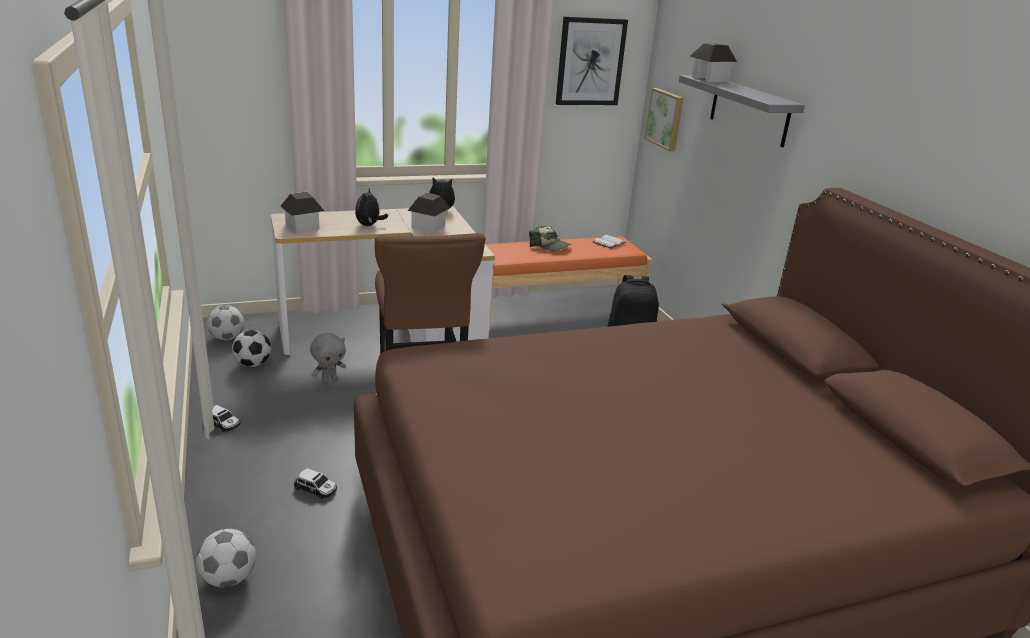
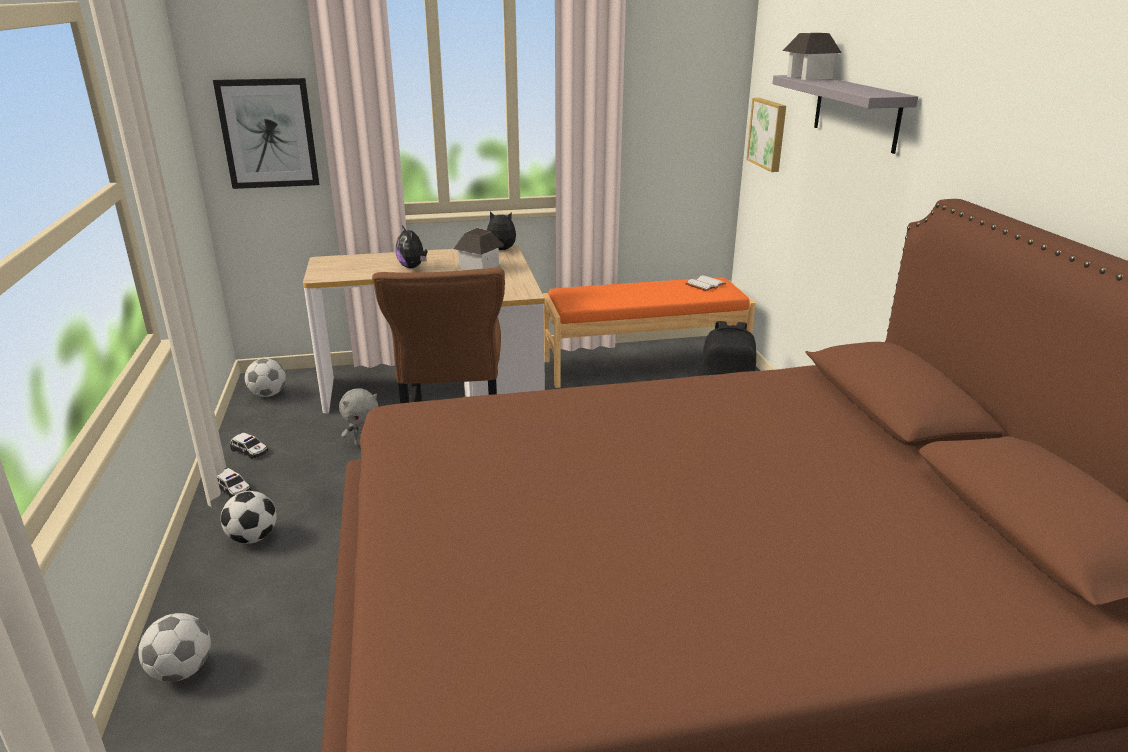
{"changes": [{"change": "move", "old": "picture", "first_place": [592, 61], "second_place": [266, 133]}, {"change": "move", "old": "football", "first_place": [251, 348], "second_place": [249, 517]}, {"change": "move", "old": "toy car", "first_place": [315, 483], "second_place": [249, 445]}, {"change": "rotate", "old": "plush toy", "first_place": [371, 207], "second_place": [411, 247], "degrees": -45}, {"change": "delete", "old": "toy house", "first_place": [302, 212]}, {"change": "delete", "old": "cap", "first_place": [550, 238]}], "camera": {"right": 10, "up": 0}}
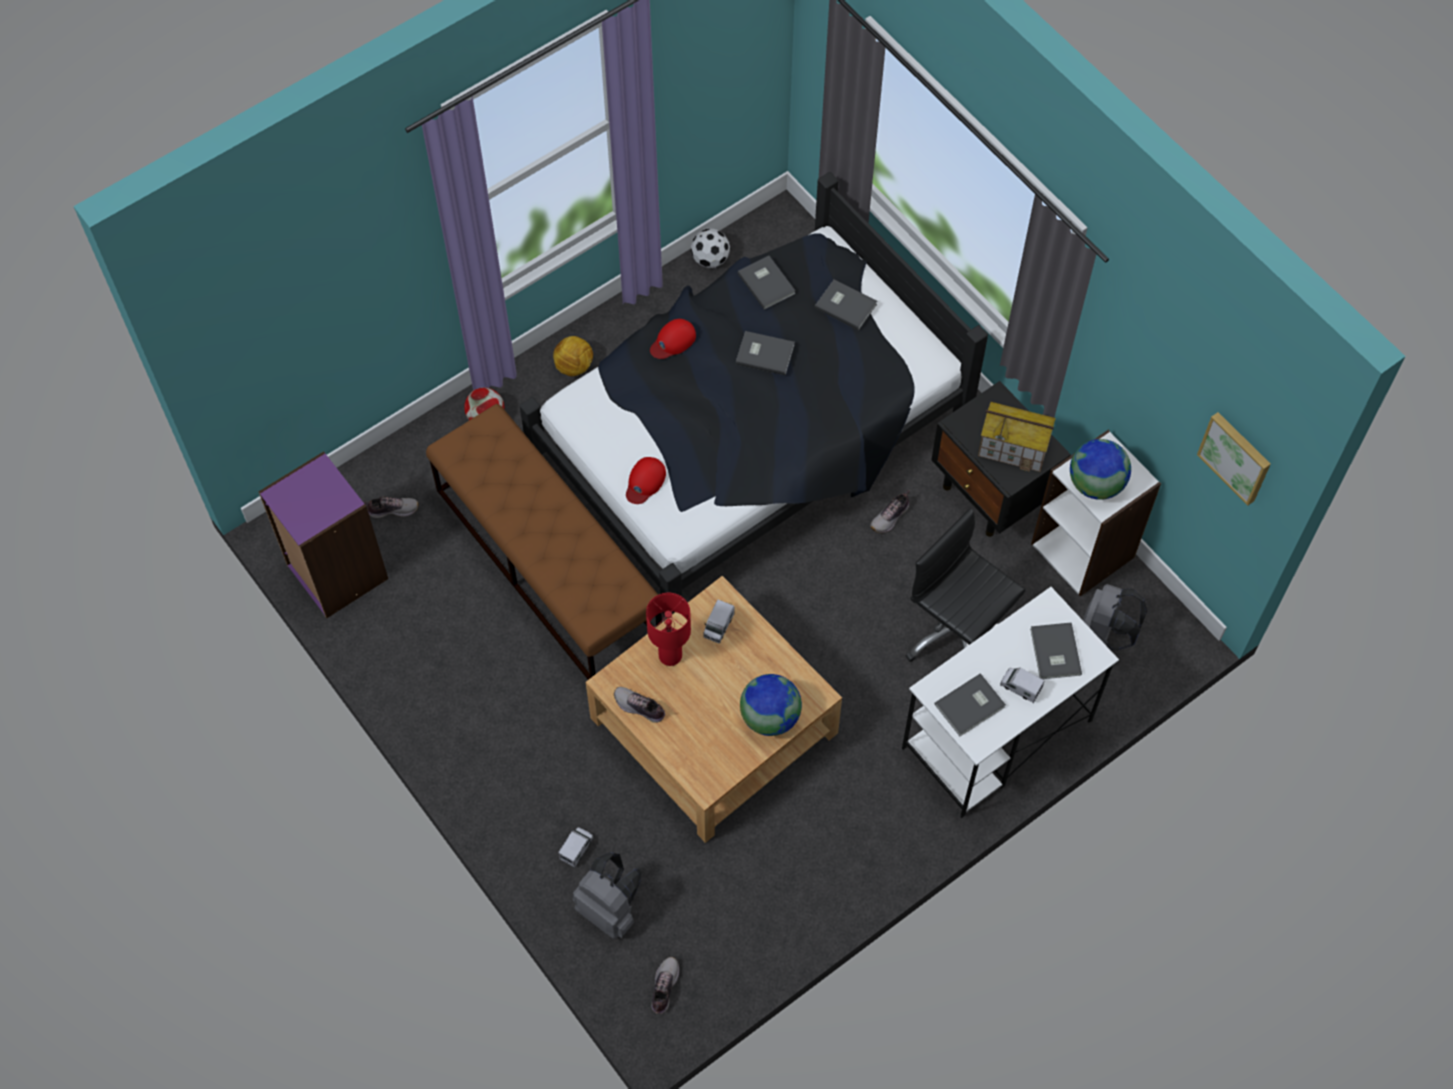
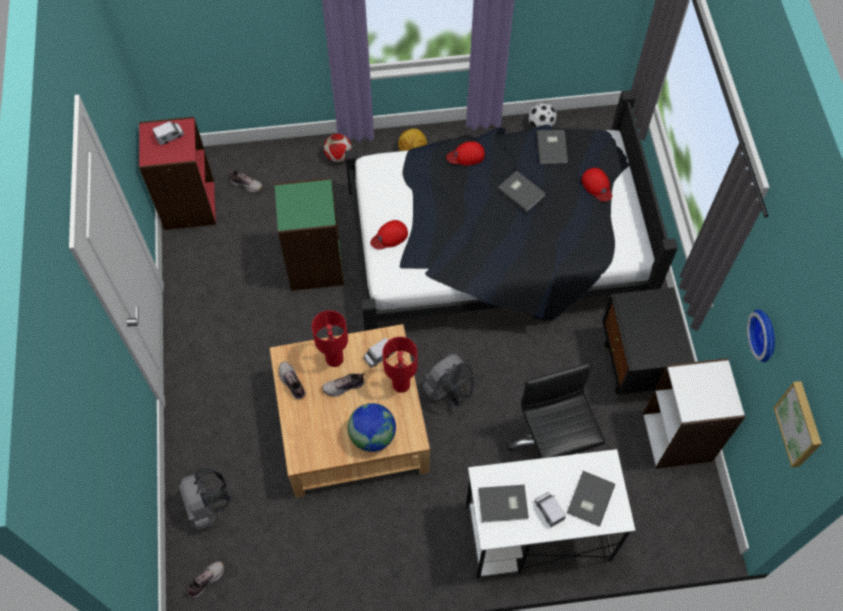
{"changes": [{"change": "recolor", "old": "purple bookcase", "new": "red bookcase", "first_place": [323, 535], "second_place": [177, 173]}, {"change": "move", "old": "toy truck", "first_place": [576, 847], "second_place": [168, 133]}, {"change": "replace", "old": "brown bench", "new": "green bookcase", "first_place": [544, 542], "second_place": [309, 234]}, {"change": "move", "old": "shoe", "first_place": [890, 511], "second_place": [343, 385]}, {"change": "insert", "new": "red table lamp", "second_place": [400, 365]}, {"change": "move", "old": "grey backpack", "first_place": [1115, 617], "second_place": [448, 380]}, {"change": "replace", "old": "grey book", "new": "red cap", "first_place": [846, 304], "second_place": [597, 185]}, {"change": "insert", "new": "wall clock", "second_place": [761, 335]}, {"change": "delete", "old": "toy house", "first_place": [1017, 437]}, {"change": "delete", "old": "globe", "first_place": [1100, 469]}], "camera": {"right": 30, "up": 0}}
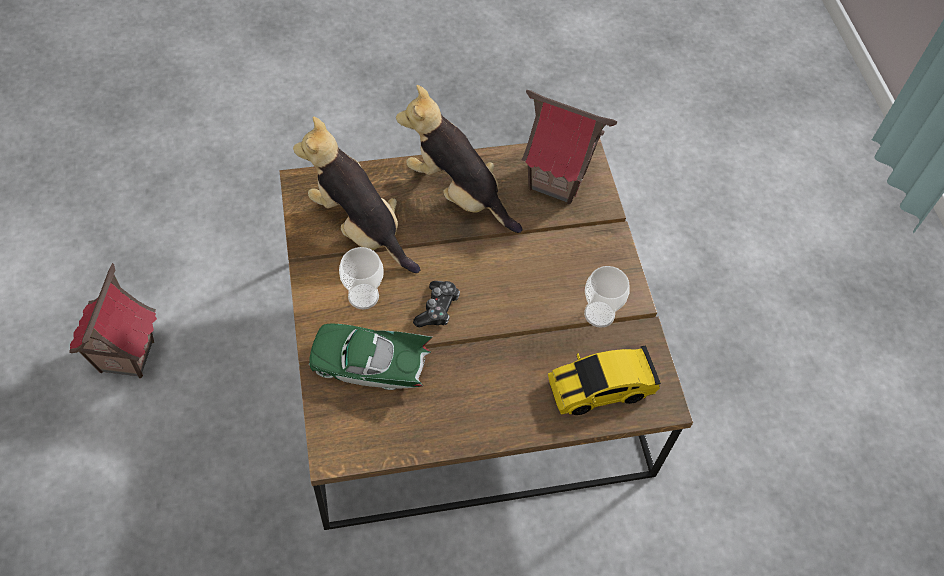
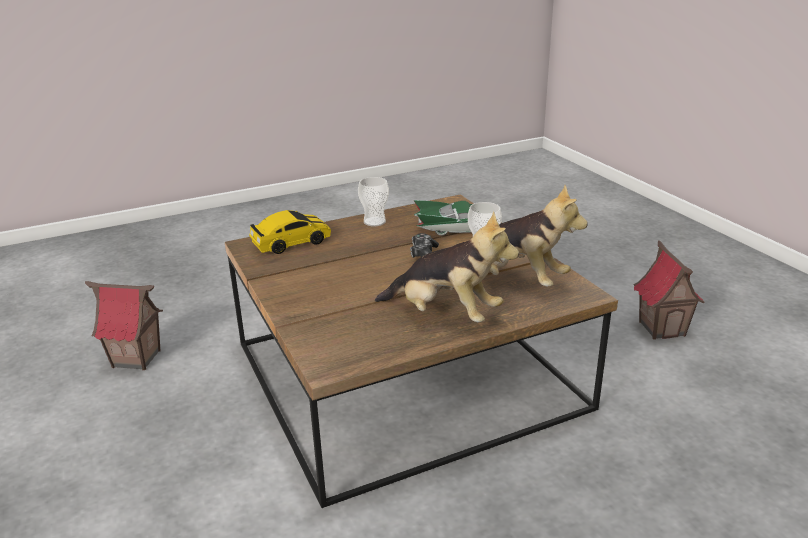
{"changes": [{"change": "move", "old": "toy house", "first_place": [569, 147], "second_place": [124, 325]}, {"change": "move", "old": "cup", "first_place": [607, 297], "second_place": [373, 201]}], "camera": {"right": 170, "up": -30}}
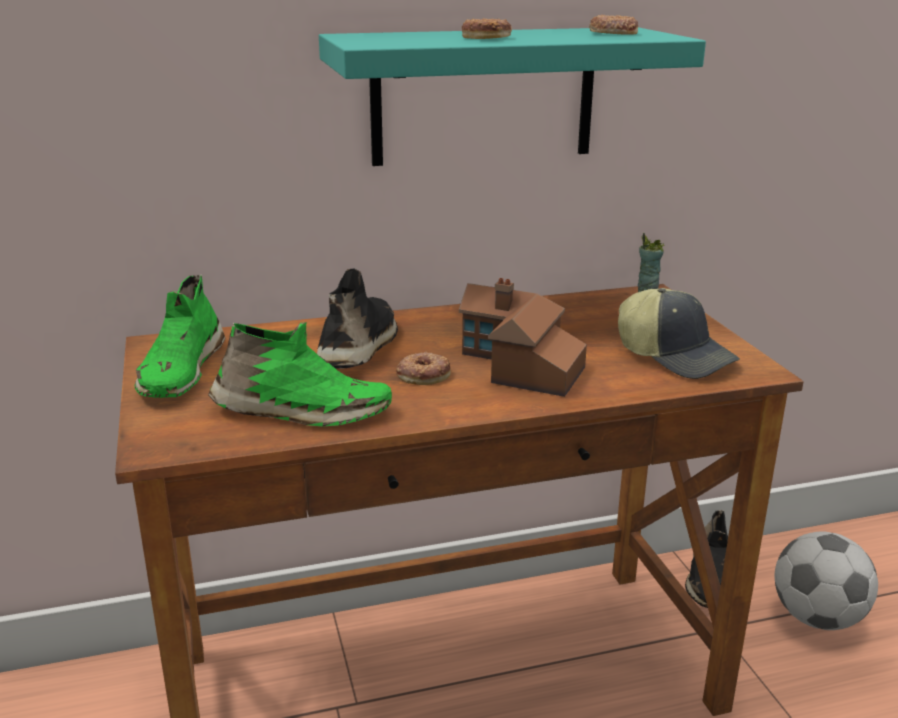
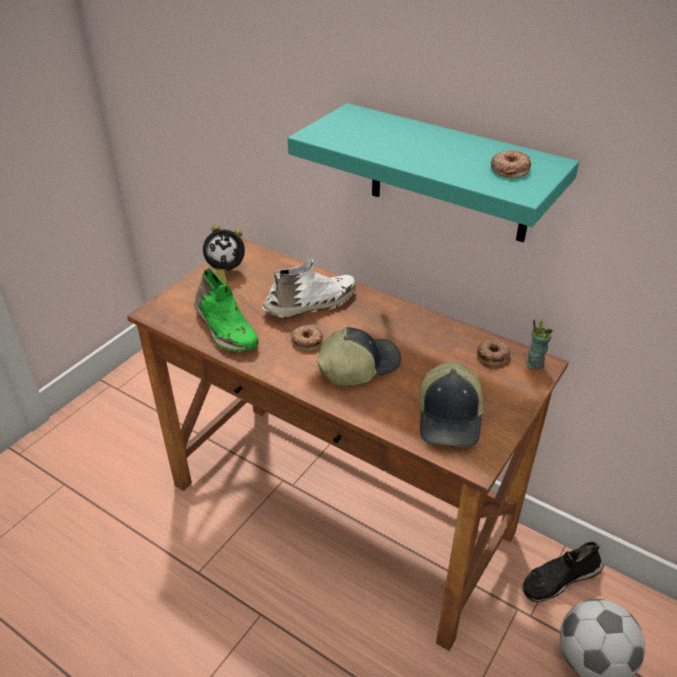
{"changes": [{"change": "replace", "old": "green shoe", "new": "alarm clock", "first_place": [180, 336], "second_place": [224, 255]}, {"change": "recolor", "old": "black shoe", "new": "white shoe", "first_place": [357, 319], "second_place": [308, 288]}, {"change": "replace", "old": "toy house", "new": "cap", "first_place": [523, 337], "second_place": [359, 356]}, {"change": "move", "old": "donut", "first_place": [487, 28], "second_place": [493, 352]}], "camera": {"right": 50, "up": 15}}
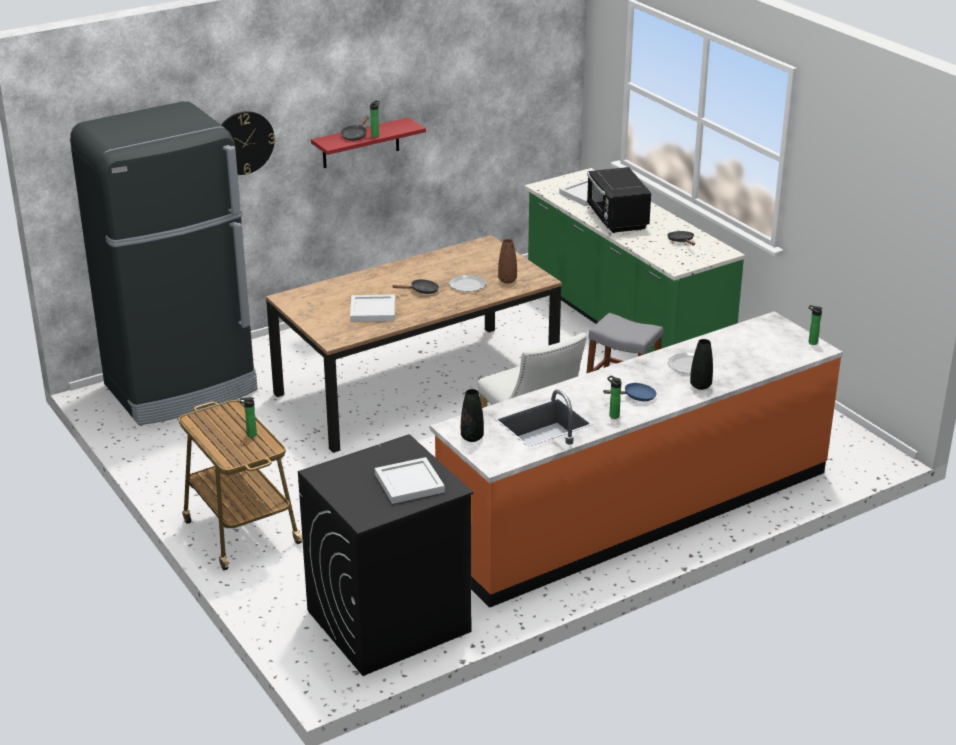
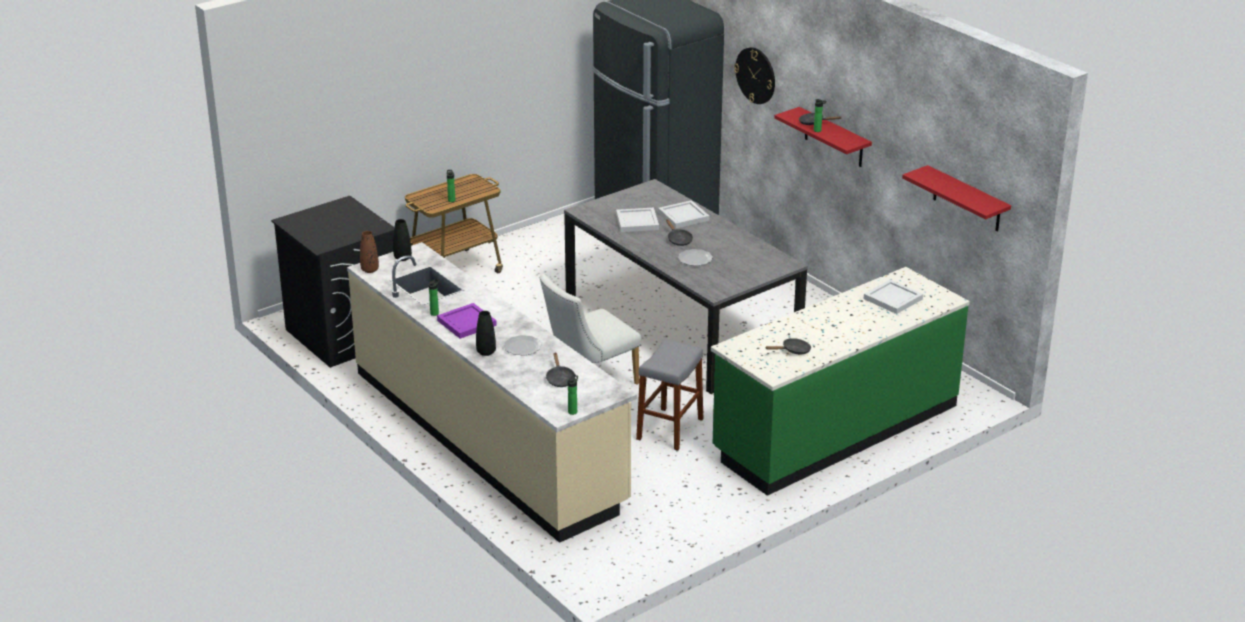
{"changes": [{"change": "recolor", "old": "orange counter", "new": "beige counter", "first_place": [636, 459], "second_place": [492, 392]}, {"change": "move", "old": "brown vase", "first_place": [507, 261], "second_place": [369, 252]}, {"change": "replace", "old": "blue frying pan", "new": "purple tray", "first_place": [630, 392], "second_place": [467, 321]}, {"change": "insert", "new": "black frying pan", "second_place": [561, 370]}, {"change": "recolor", "old": "brown dining table", "new": "grey dining table", "first_place": [414, 344], "second_place": [686, 286]}, {"change": "move", "old": "white tray", "first_place": [410, 480], "second_place": [683, 214]}, {"change": "insert", "new": "red shelf", "second_place": [956, 198]}, {"change": "delete", "old": "black microwave", "first_place": [619, 200]}], "camera": {"right": 85, "up": 0}}
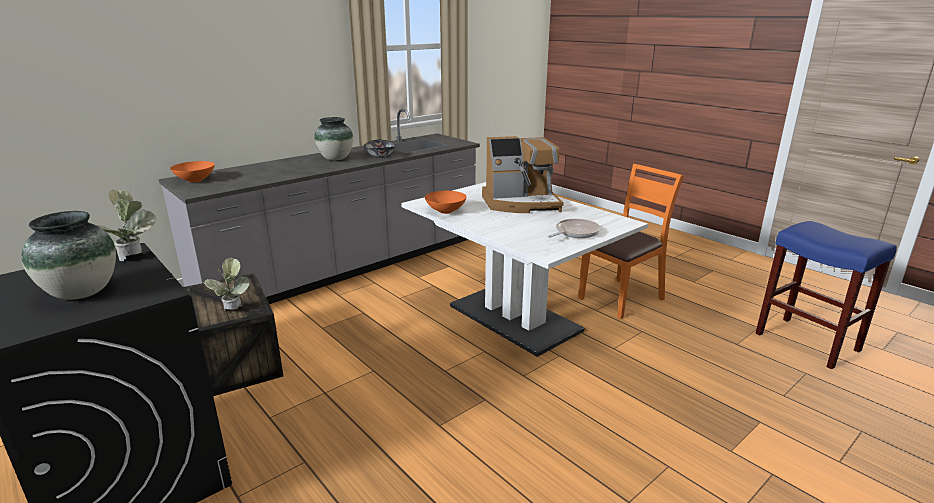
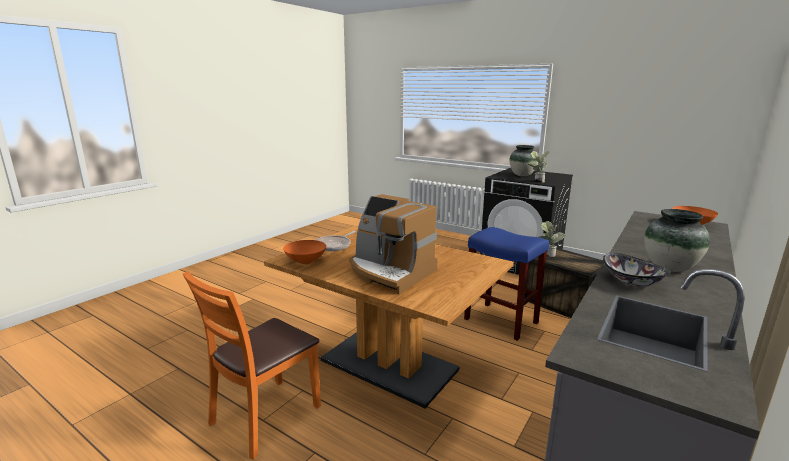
{"changes": [{"change": "recolor", "old": "white dining table", "new": "brown dining table", "first_place": [524, 269], "second_place": [389, 317]}, {"change": "move", "old": "orange bowl", "first_place": [446, 202], "second_place": [304, 252]}, {"change": "rotate", "old": "coffee machine", "first_place": [523, 174], "second_place": [393, 244], "degrees": -120}, {"change": "move", "old": "blue stool", "first_place": [826, 295], "second_place": [506, 284]}], "camera": {"right": 165, "up": -5}}
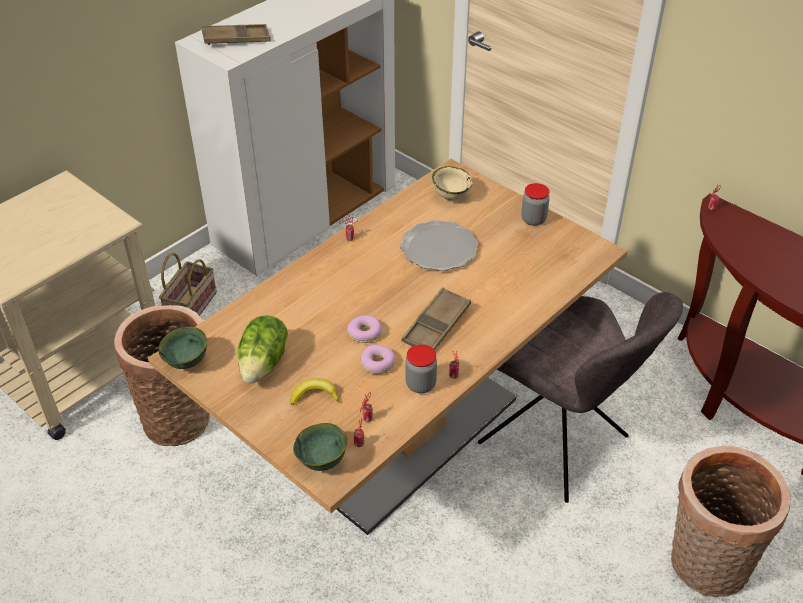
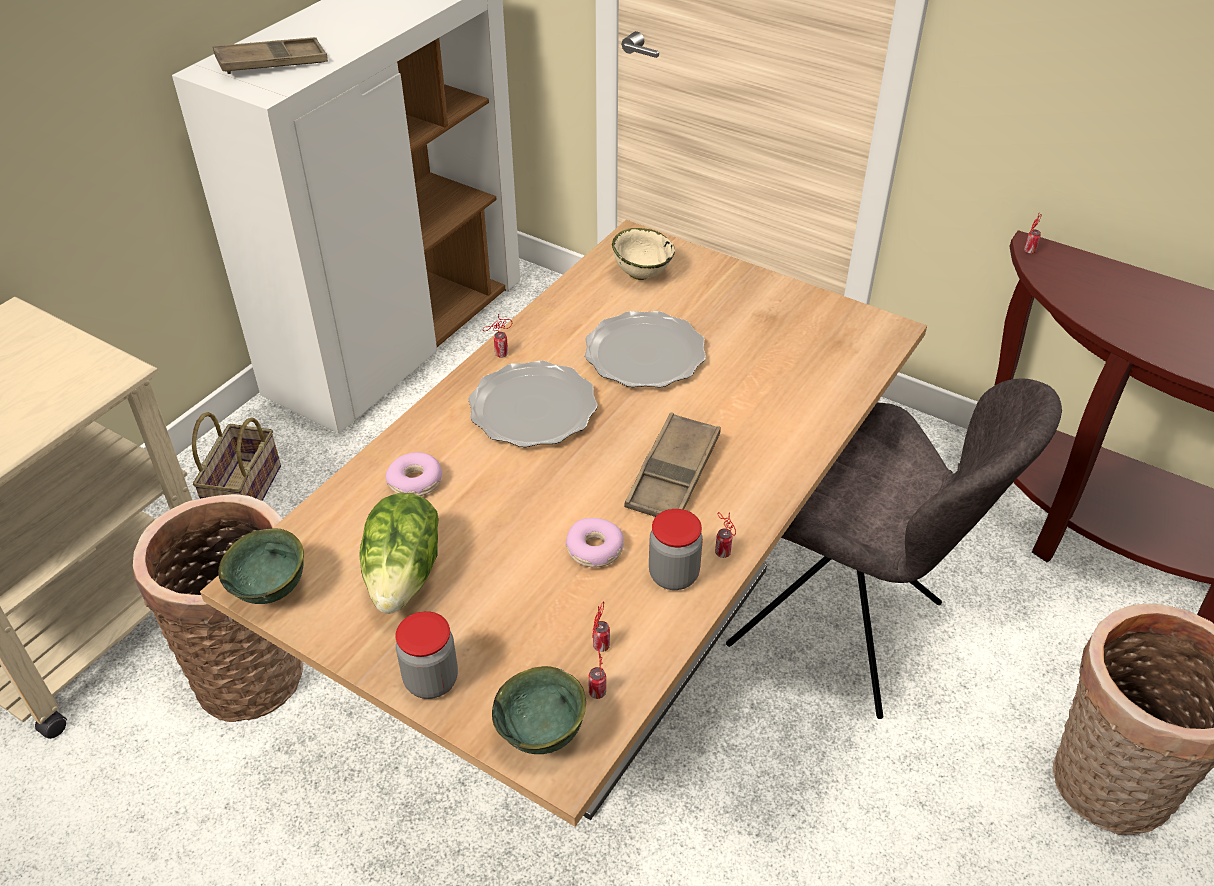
{"changes": [{"change": "move", "old": "donut", "first_place": [364, 329], "second_place": [413, 474]}, {"change": "move", "old": "jar", "first_place": [535, 204], "second_place": [427, 655]}, {"change": "insert", "new": "plate", "second_place": [533, 403]}, {"change": "delete", "old": "banana", "first_place": [314, 391]}], "camera": {"right": -10, "up": 0}}
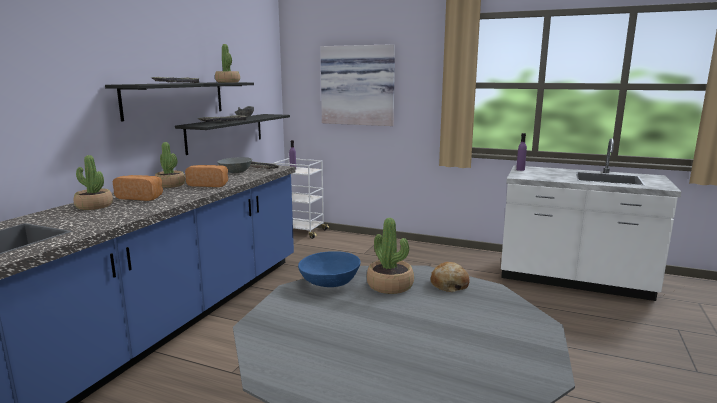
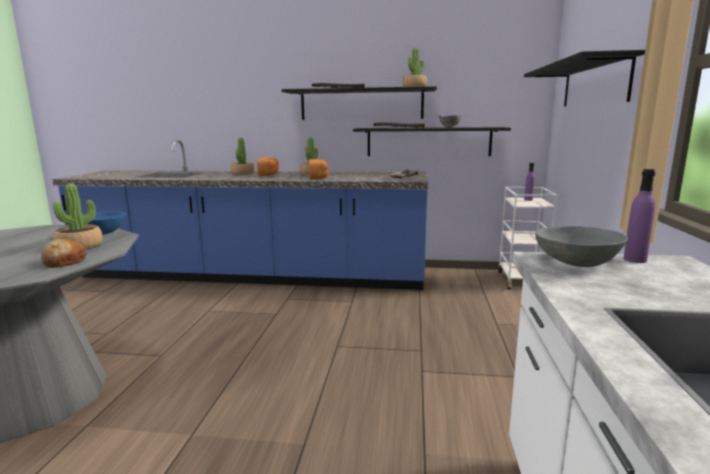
{"changes": [{"change": "replace", "old": "picture", "new": "black shelf", "first_place": [357, 85], "second_place": [584, 78]}, {"change": "move", "old": "grey bowl", "first_place": [234, 165], "second_place": [581, 246]}], "camera": {"right": 75, "up": 0}}
